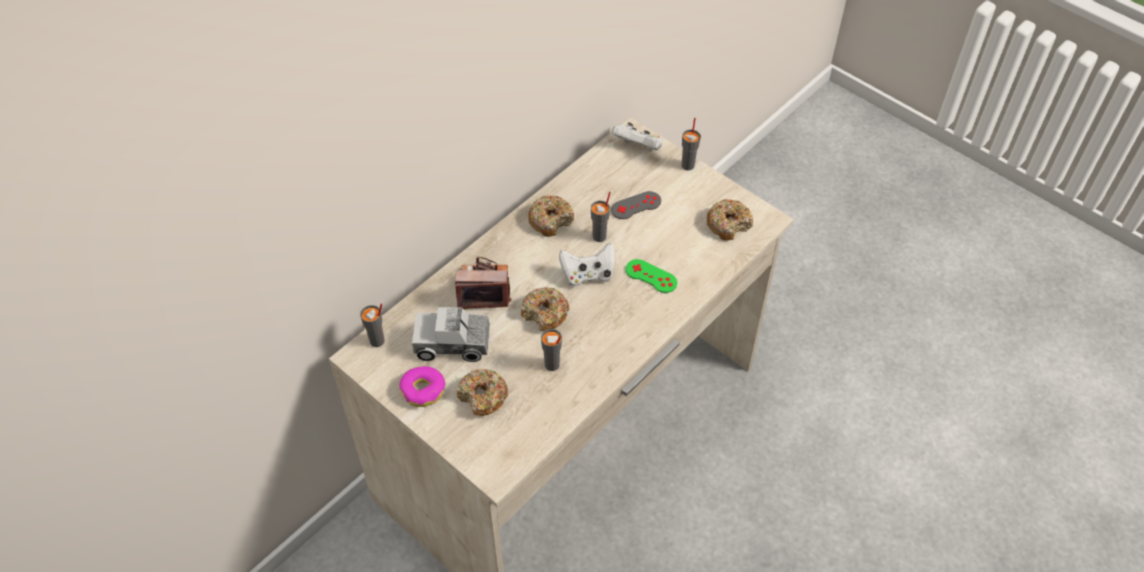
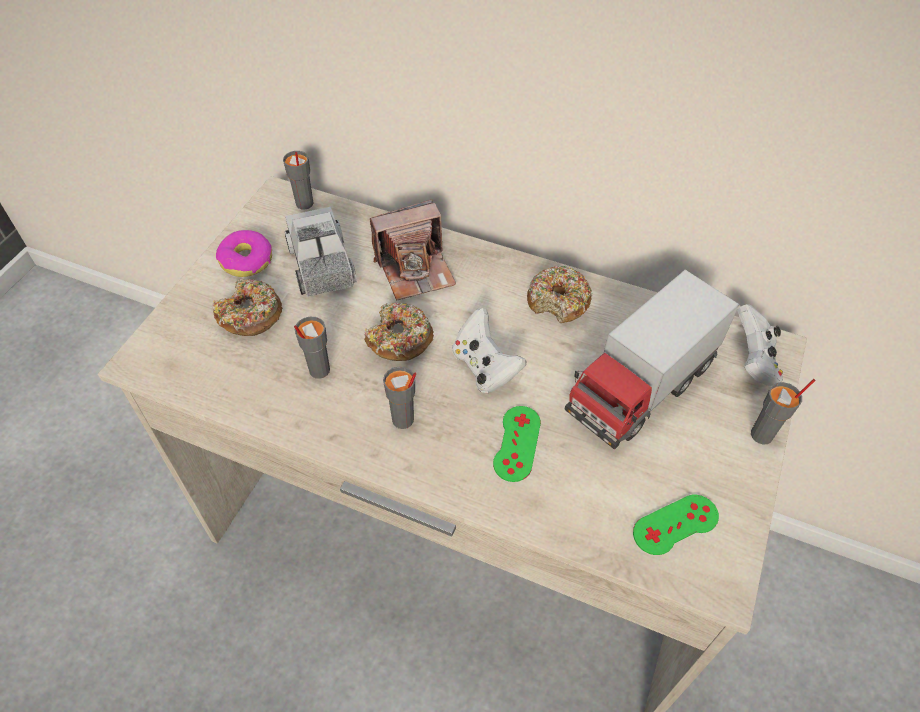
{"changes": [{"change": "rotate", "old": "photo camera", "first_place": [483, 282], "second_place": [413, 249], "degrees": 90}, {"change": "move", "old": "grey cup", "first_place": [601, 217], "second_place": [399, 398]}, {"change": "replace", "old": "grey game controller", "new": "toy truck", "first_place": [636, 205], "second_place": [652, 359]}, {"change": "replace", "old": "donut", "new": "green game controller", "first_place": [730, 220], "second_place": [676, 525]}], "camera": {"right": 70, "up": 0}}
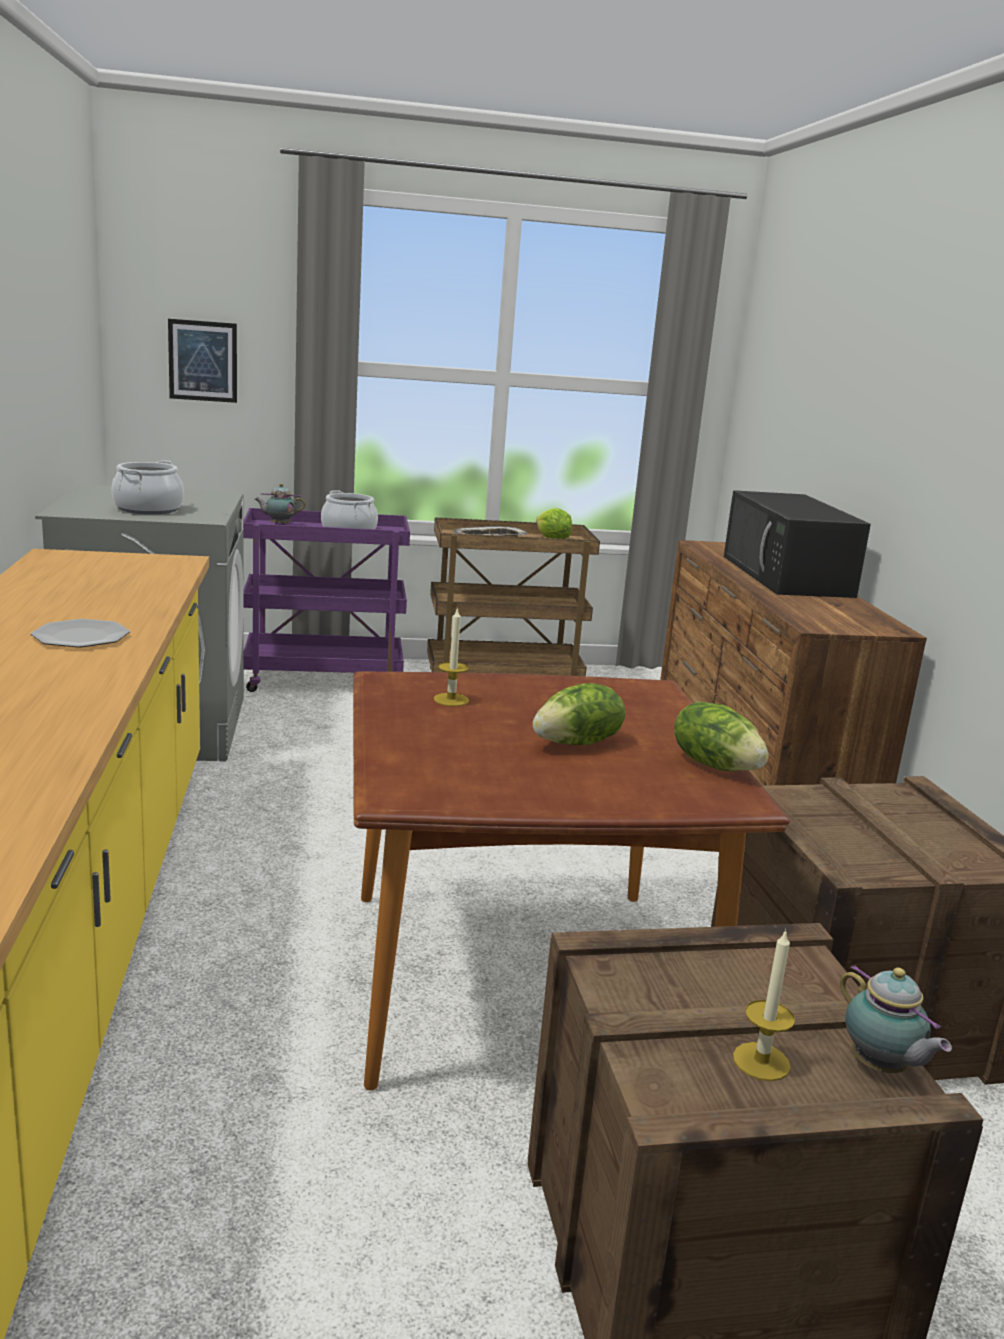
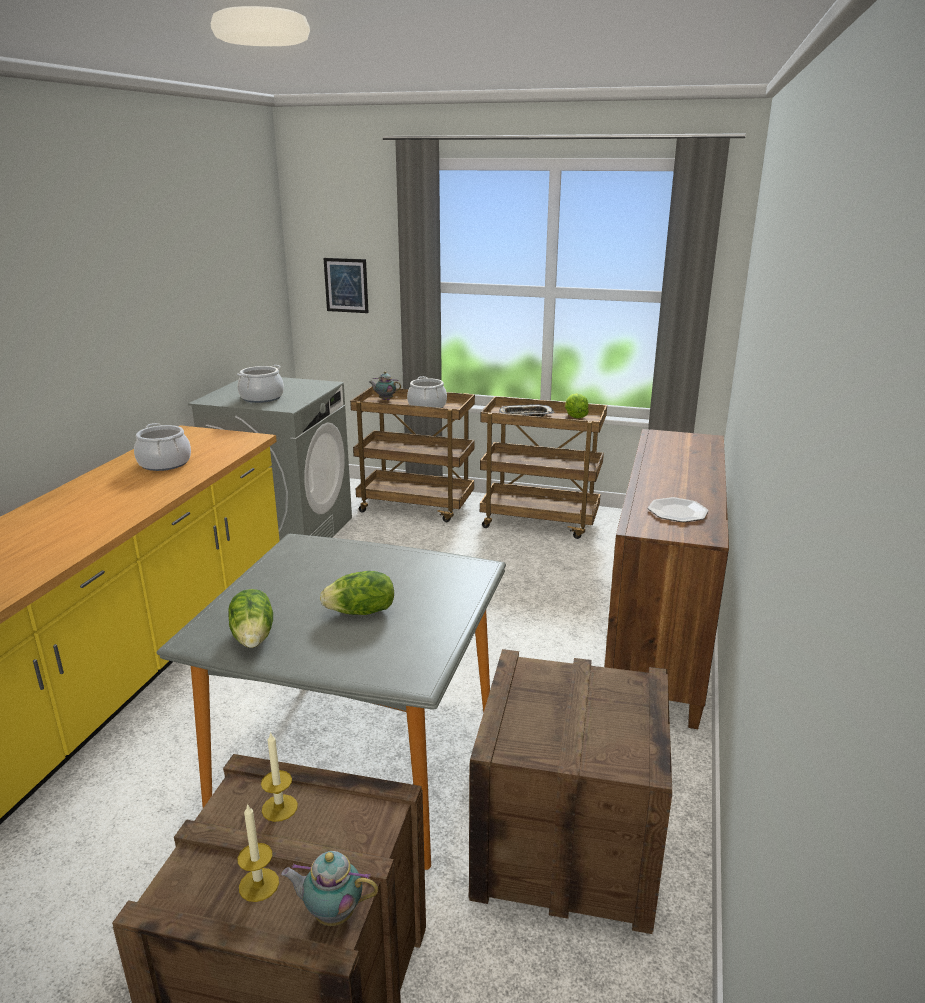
{"changes": [{"change": "insert", "new": "cooking pot", "second_place": [162, 447]}, {"change": "recolor", "old": "brown dining table", "new": "grey dining table", "first_place": [571, 880], "second_place": [331, 702]}, {"change": "move", "old": "lettuce", "first_place": [721, 736], "second_place": [250, 618]}, {"change": "move", "old": "candle", "first_place": [451, 656], "second_place": [279, 777]}, {"change": "rotate", "old": "teapot", "first_place": [896, 1019], "second_place": [330, 888], "degrees": 105}, {"change": "recolor", "old": "purple cart", "new": "brown cart", "first_place": [326, 600], "second_place": [412, 454]}, {"change": "move", "old": "plate", "first_place": [80, 633], "second_place": [678, 509]}, {"change": "delete", "old": "black microwave", "first_place": [797, 544]}], "camera": {"right": 25, "up": 5}}
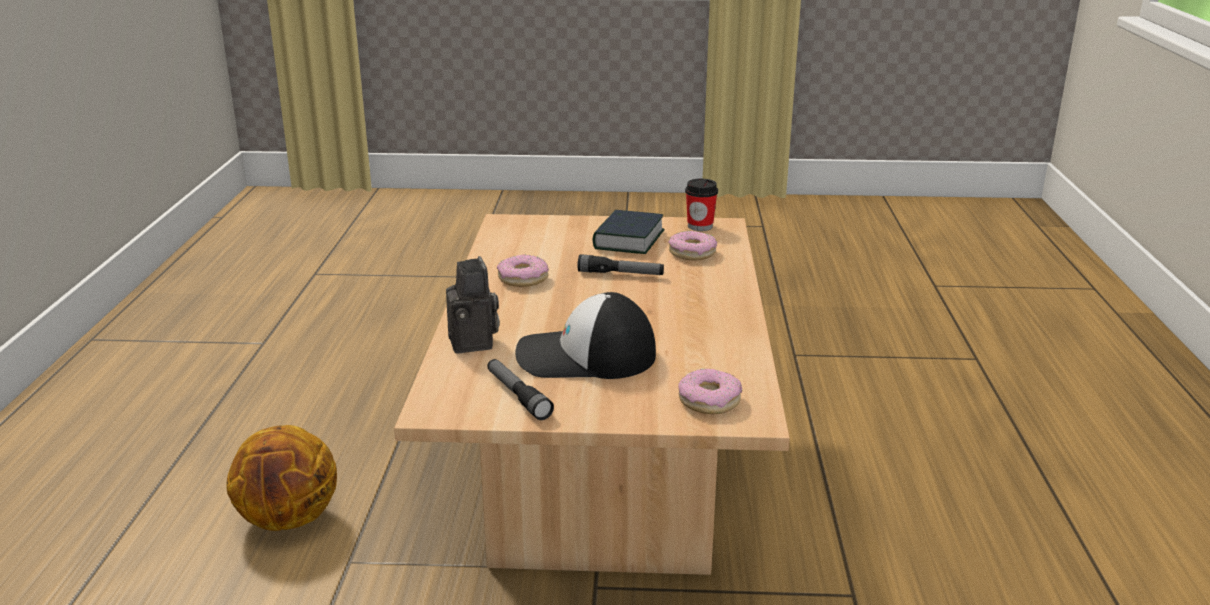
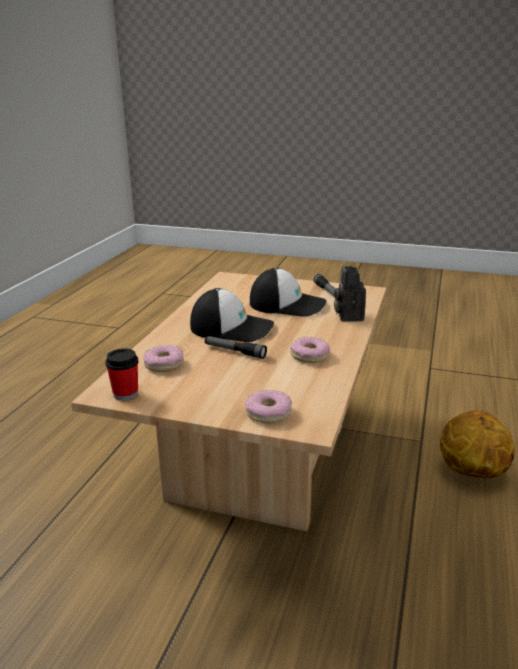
{"changes": [{"change": "insert", "new": "cap", "second_place": [232, 315]}, {"change": "move", "old": "donut", "first_place": [710, 391], "second_place": [268, 406]}, {"change": "delete", "old": "book", "first_place": [629, 232]}], "camera": {"right": -165, "up": 0}}
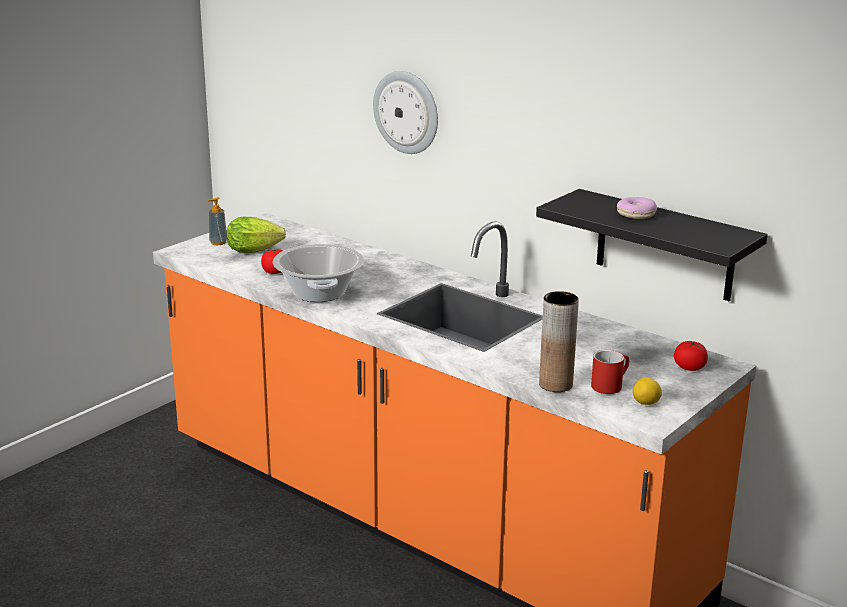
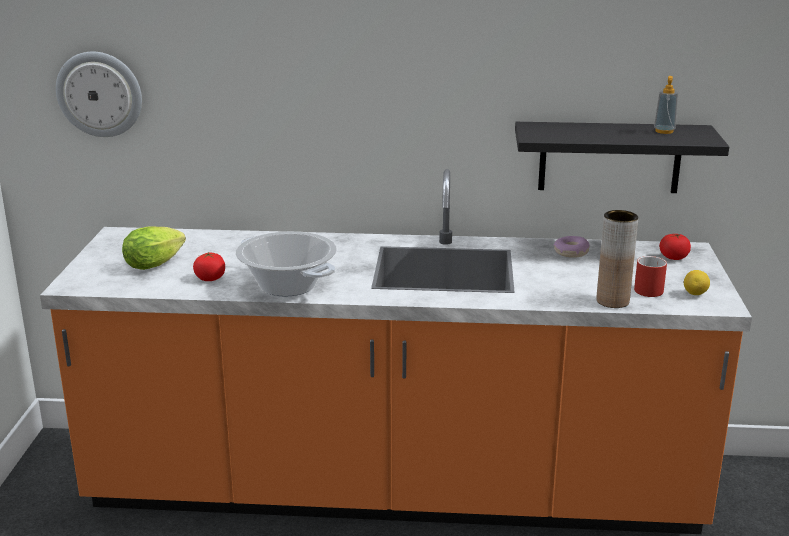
{"changes": [{"change": "move", "old": "wall clock", "first_place": [405, 112], "second_place": [99, 94]}, {"change": "move", "old": "donut", "first_place": [637, 208], "second_place": [571, 247]}, {"change": "move", "old": "soap dispenser", "first_place": [217, 221], "second_place": [666, 105]}], "camera": {"right": -35, "up": 0}}
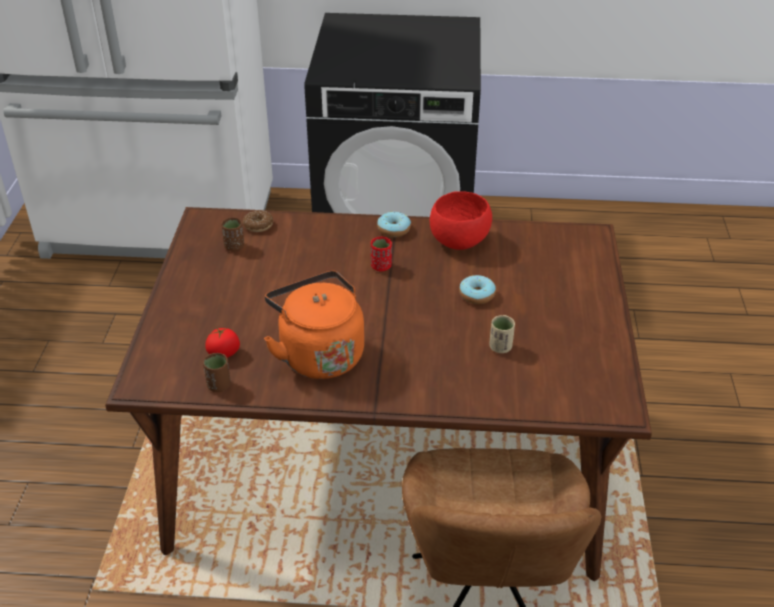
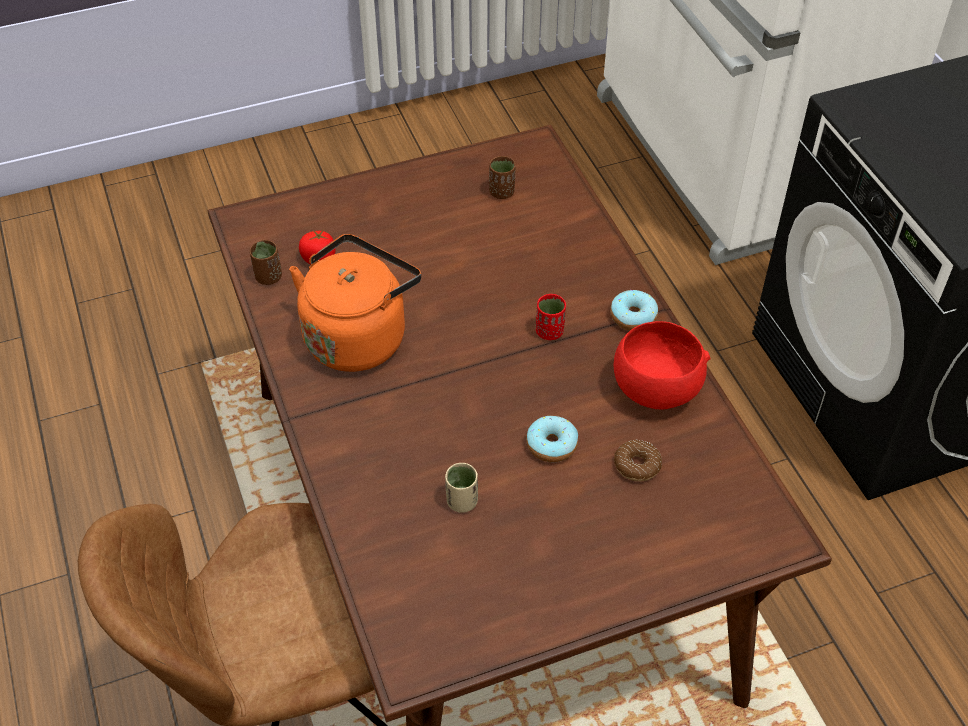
{"changes": [{"change": "move", "old": "donut", "first_place": [258, 221], "second_place": [638, 460]}], "camera": {"right": 65, "up": 10}}
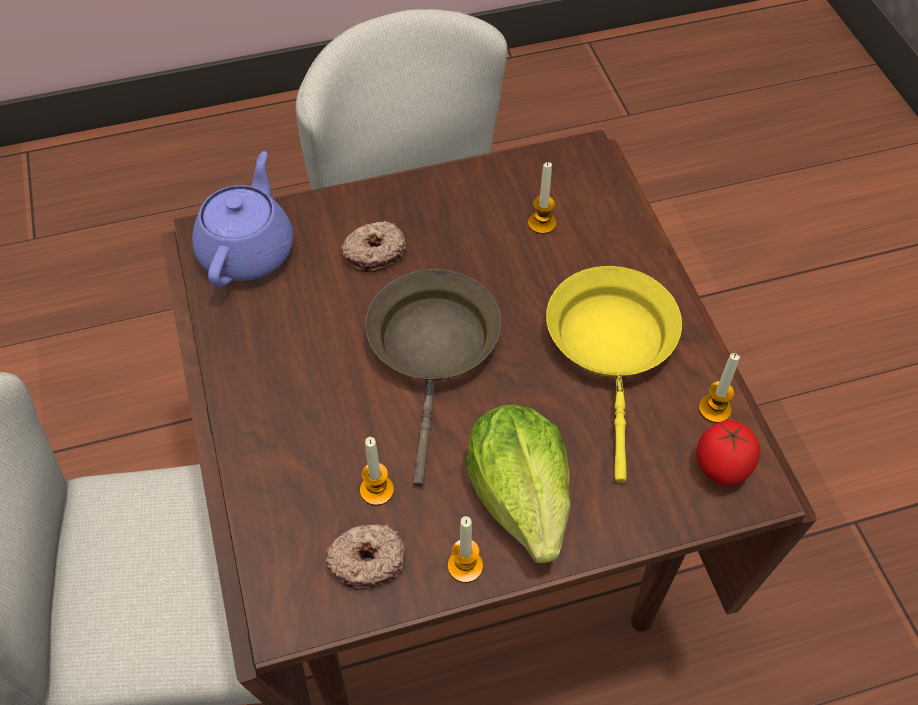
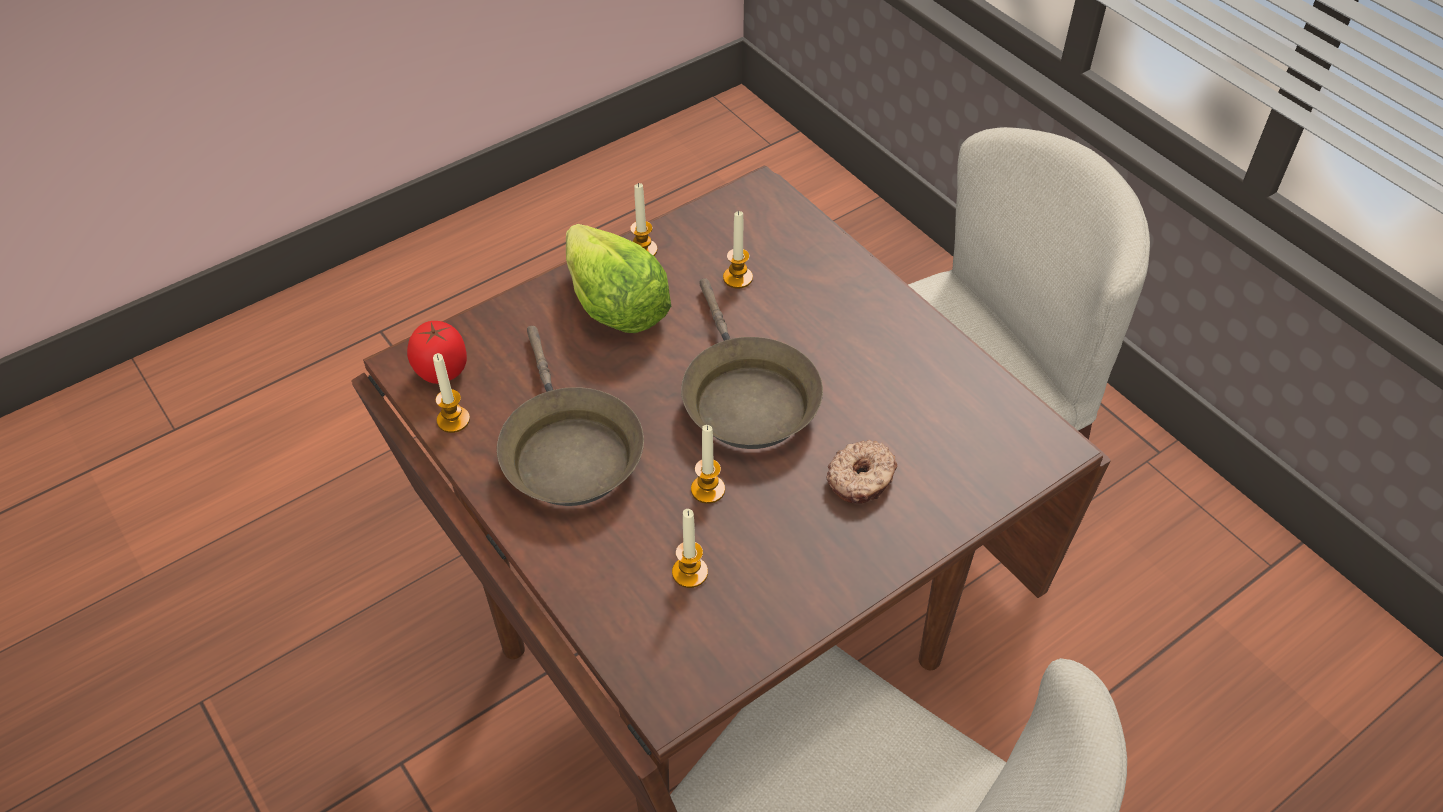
{"changes": [{"change": "recolor", "old": "yellow frying pan", "new": "brown frying pan", "first_place": [614, 374], "second_place": [570, 416]}, {"change": "insert", "new": "candle", "second_place": [708, 464]}, {"change": "delete", "old": "purple teapot", "first_place": [242, 219]}, {"change": "delete", "old": "donut", "first_place": [365, 557]}], "camera": {"right": 160, "up": -5}}
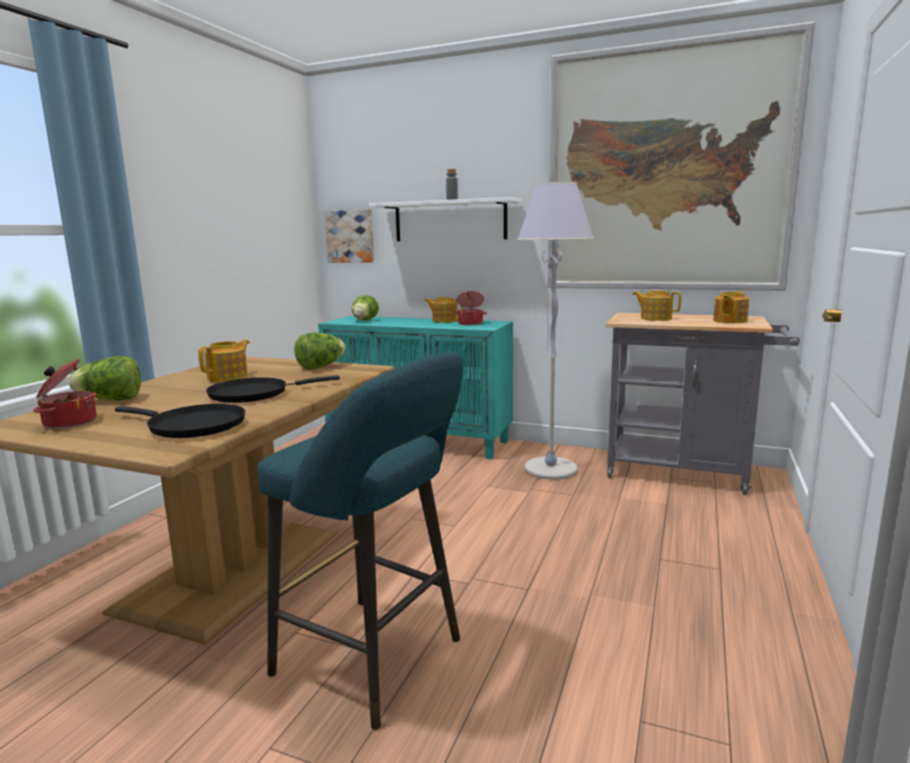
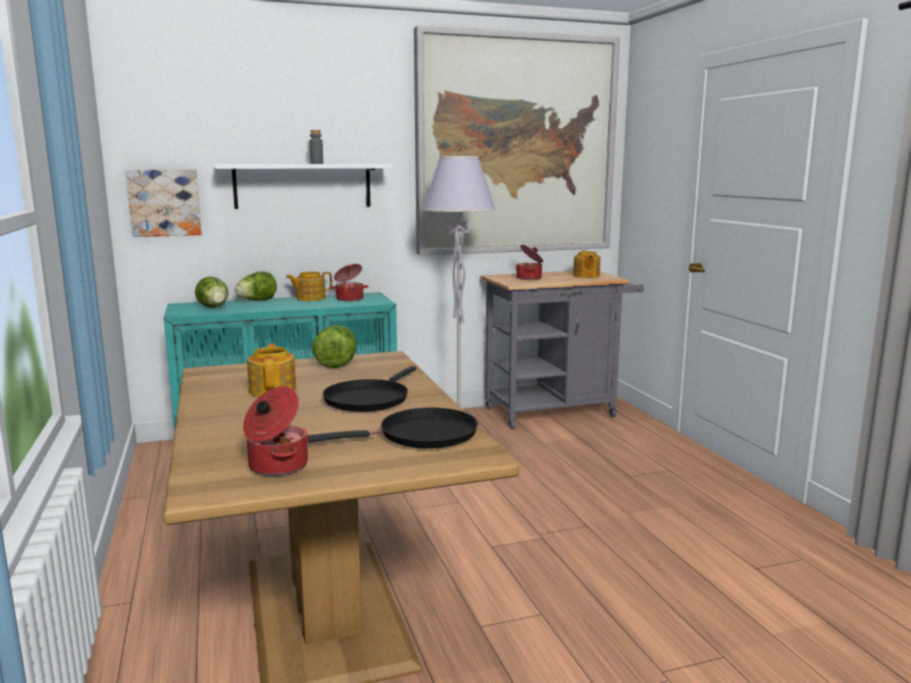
{"changes": [{"change": "move", "old": "lettuce", "first_place": [105, 378], "second_place": [256, 286]}, {"change": "replace", "old": "teapot", "new": "cooking pot", "first_place": [657, 306], "second_place": [529, 262]}, {"change": "delete", "old": "turquoise stool", "first_place": [360, 541]}], "camera": {"right": -40, "up": 0}}
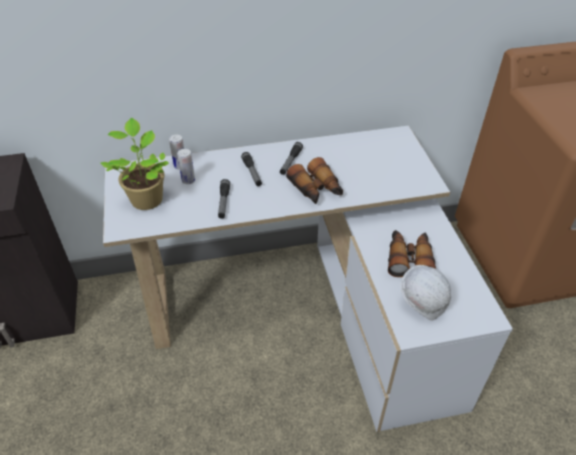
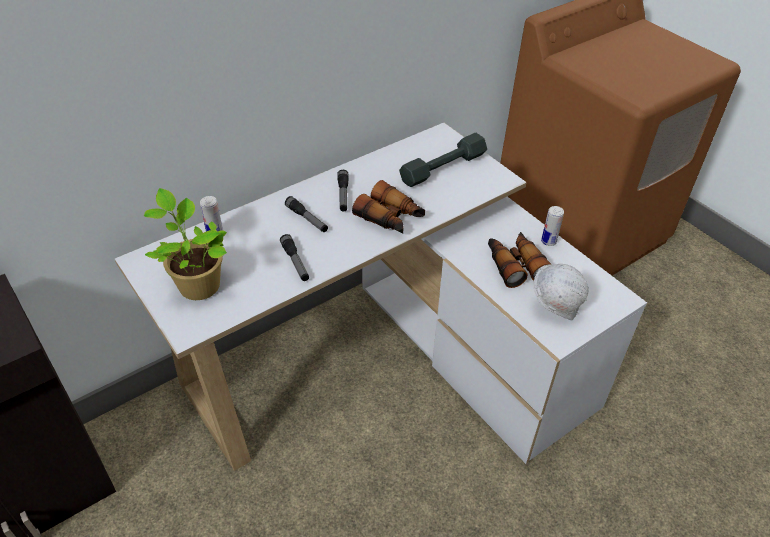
{"changes": [{"change": "insert", "new": "grey dumbbell", "second_place": [443, 160]}, {"change": "move", "old": "can", "first_place": [186, 166], "second_place": [552, 226]}], "camera": {"right": -25, "up": 0}}
